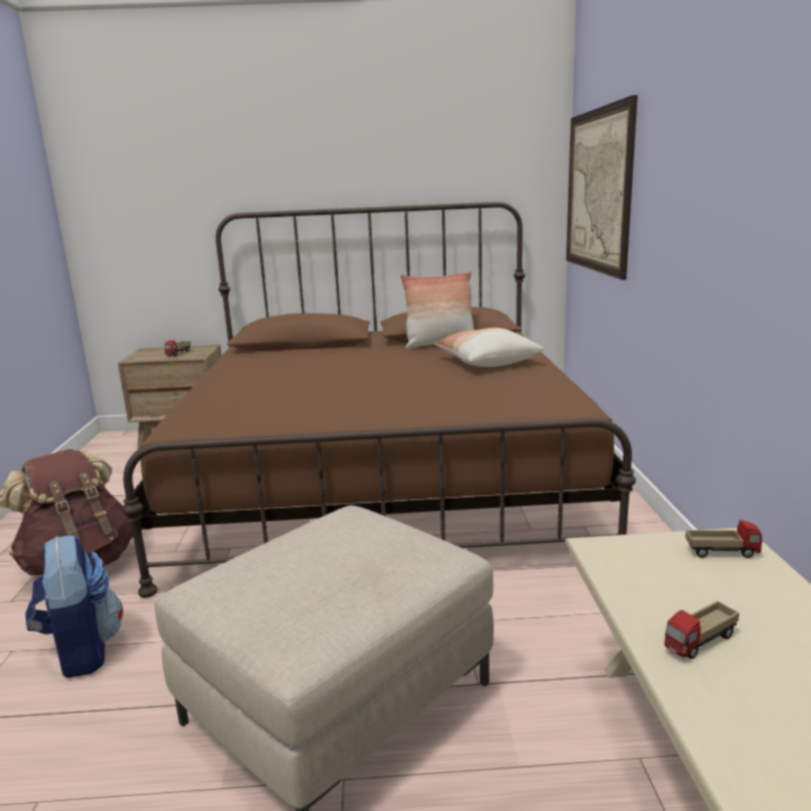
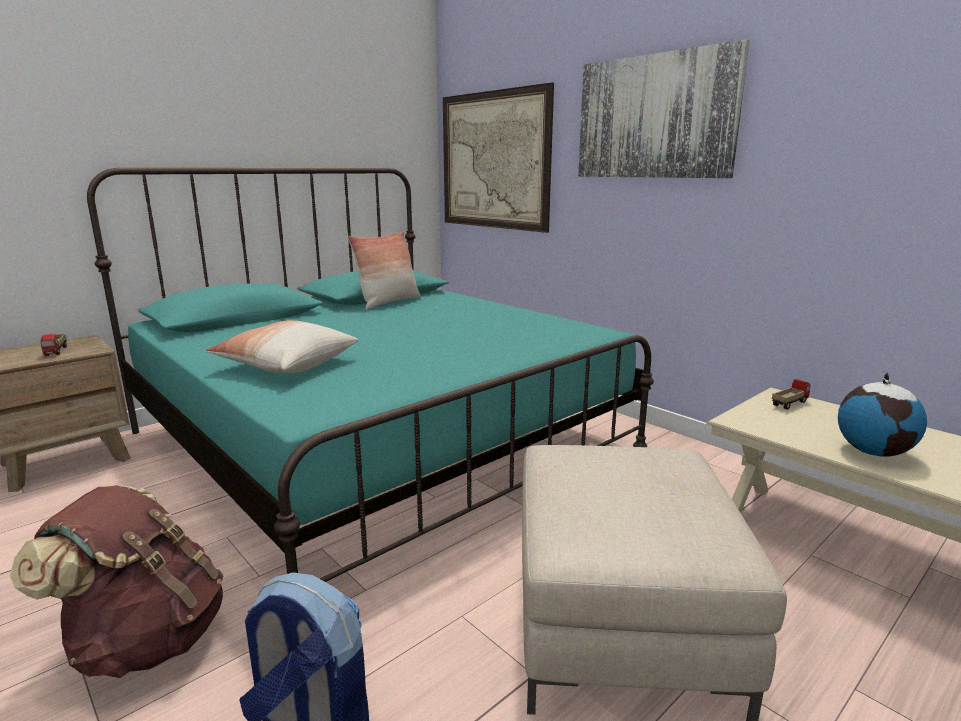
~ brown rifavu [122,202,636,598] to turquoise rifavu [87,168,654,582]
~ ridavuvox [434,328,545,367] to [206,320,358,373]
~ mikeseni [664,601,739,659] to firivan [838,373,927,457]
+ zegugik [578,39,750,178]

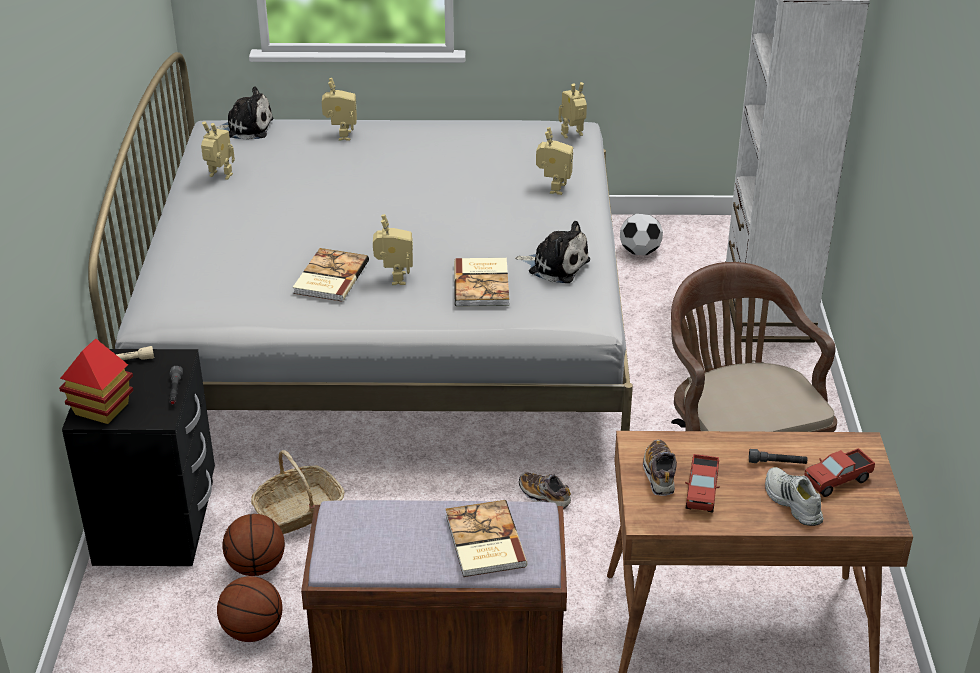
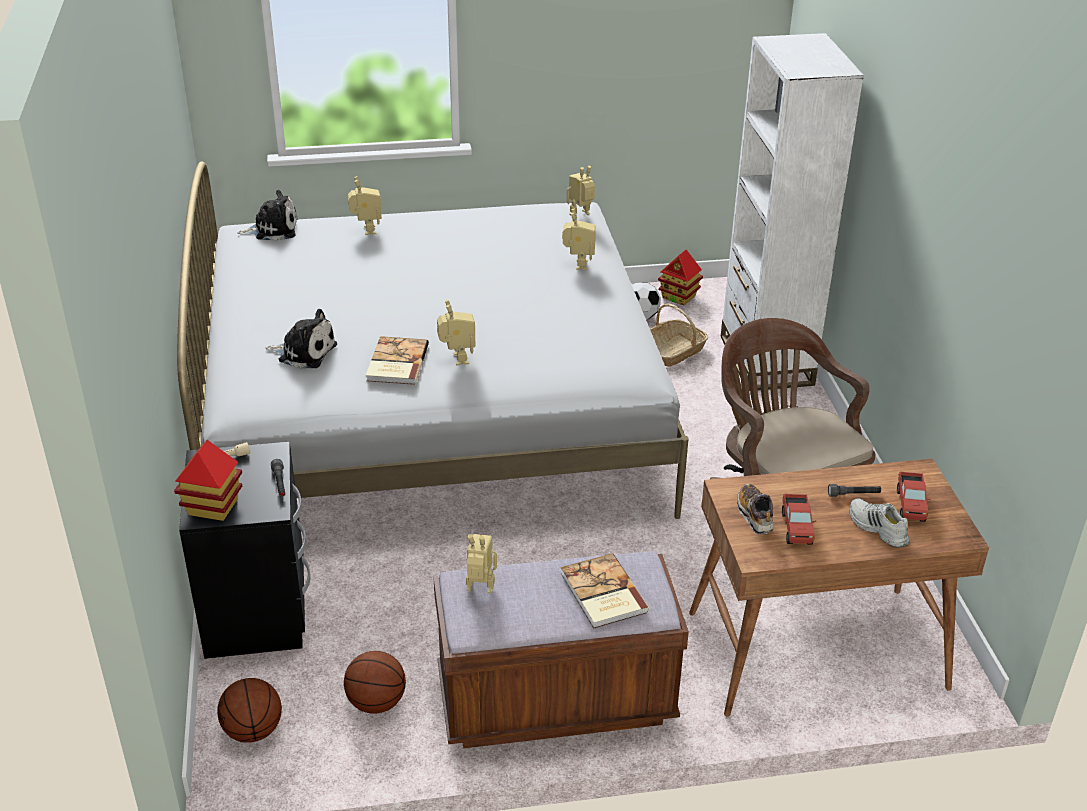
~ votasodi [201,122,235,180] to [466,534,497,593]
~ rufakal [222,514,285,576] to [217,678,282,743]
~ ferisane [251,450,344,534] to [650,303,708,367]
- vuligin [454,258,509,307]
~ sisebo [515,221,590,283] to [266,309,337,369]
- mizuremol [519,472,571,510]
~ mikeseni [804,448,875,497] = [897,472,931,522] 45 degrees counterclockwise
+ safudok [658,250,703,306]

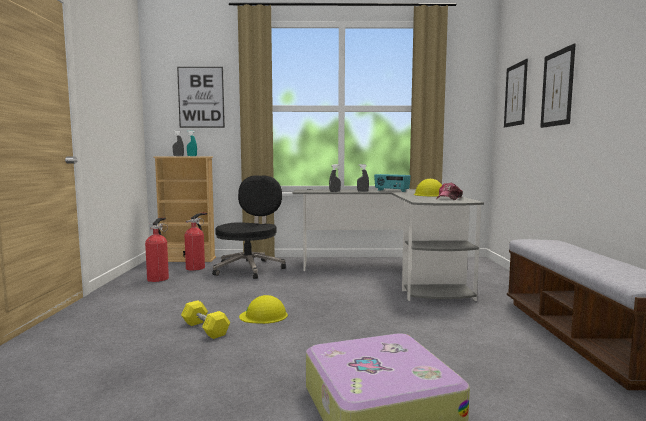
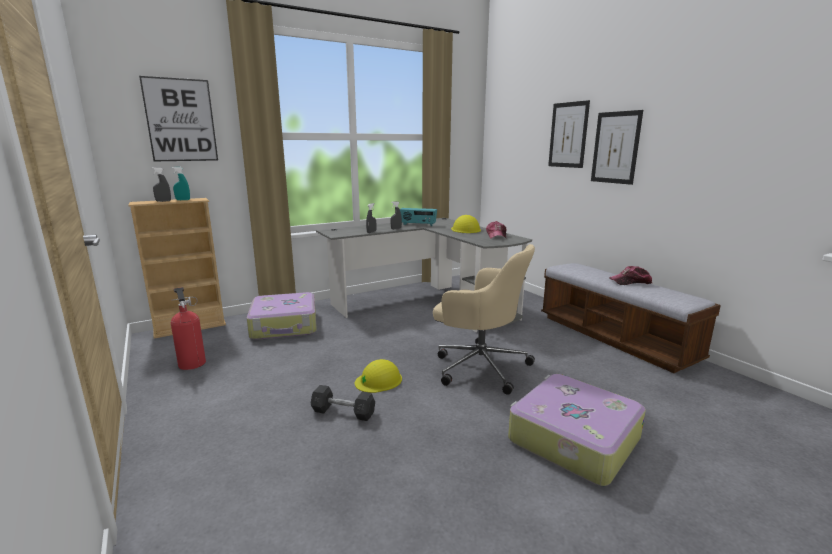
~ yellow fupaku [181,300,230,339] to grey fupaku [311,385,375,421]
- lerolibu [184,213,207,271]
~ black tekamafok [212,175,286,279] to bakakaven [247,292,317,340]
~ zegugik [504,59,528,127] to [591,110,643,185]
+ beige tekamafok [433,244,535,395]
+ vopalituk [609,266,652,285]

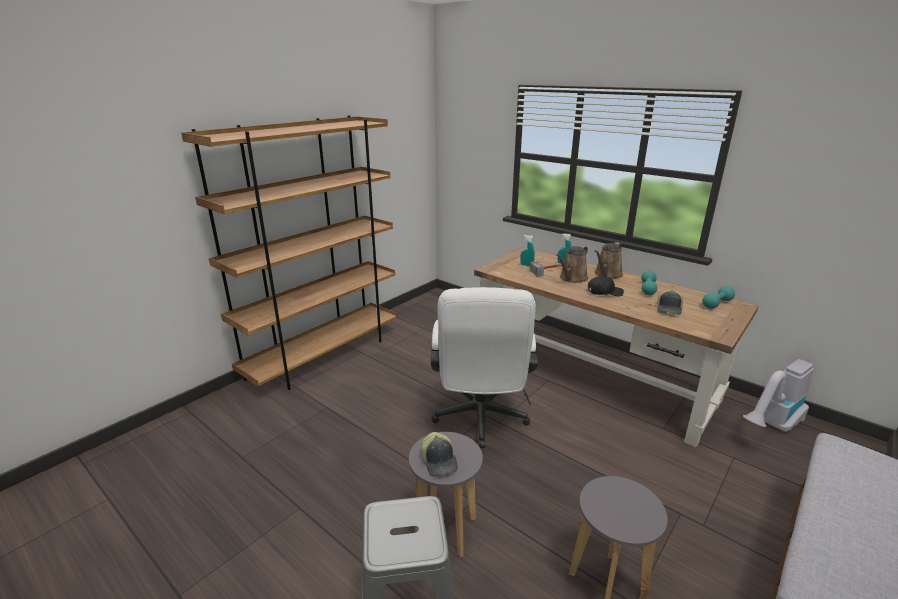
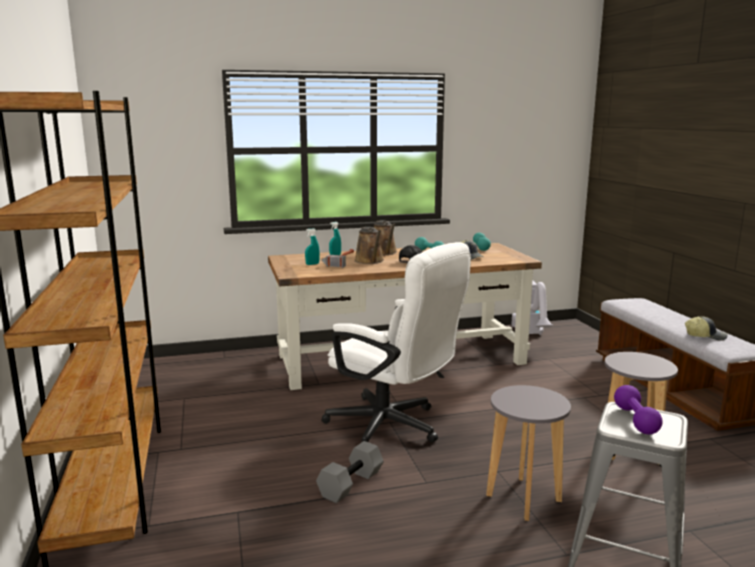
~ vopalituk [421,432,458,477] to [685,317,728,341]
+ grey fupaku [316,441,384,503]
+ purple fupaku [614,385,663,435]

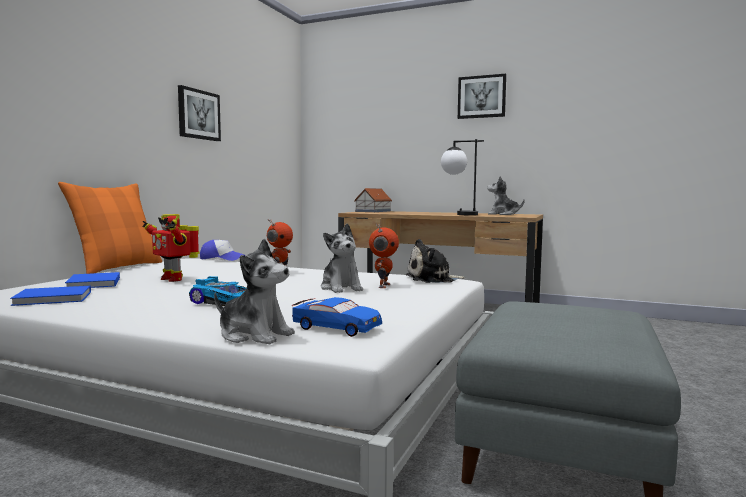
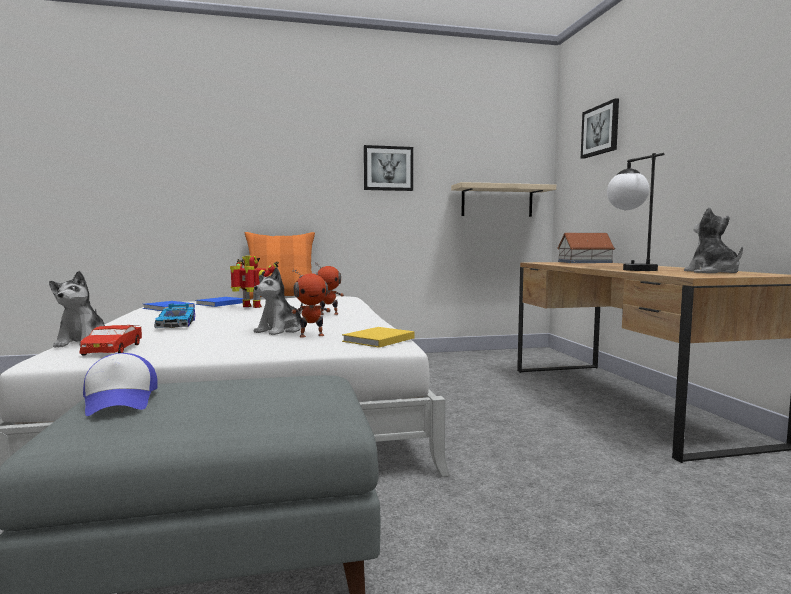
~ votasodi [142,214,200,282] = [230,256,279,308] 105 degrees clockwise
~ vopalituk [200,240,245,261] to [83,353,158,416]
~ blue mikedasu [292,297,382,337] to red mikedasu [80,325,142,356]
~ sisebo [406,239,465,283] to yellow vuligin [342,327,414,348]
~ zegugik [458,74,506,119] to [581,98,619,159]
+ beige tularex [451,182,556,217]

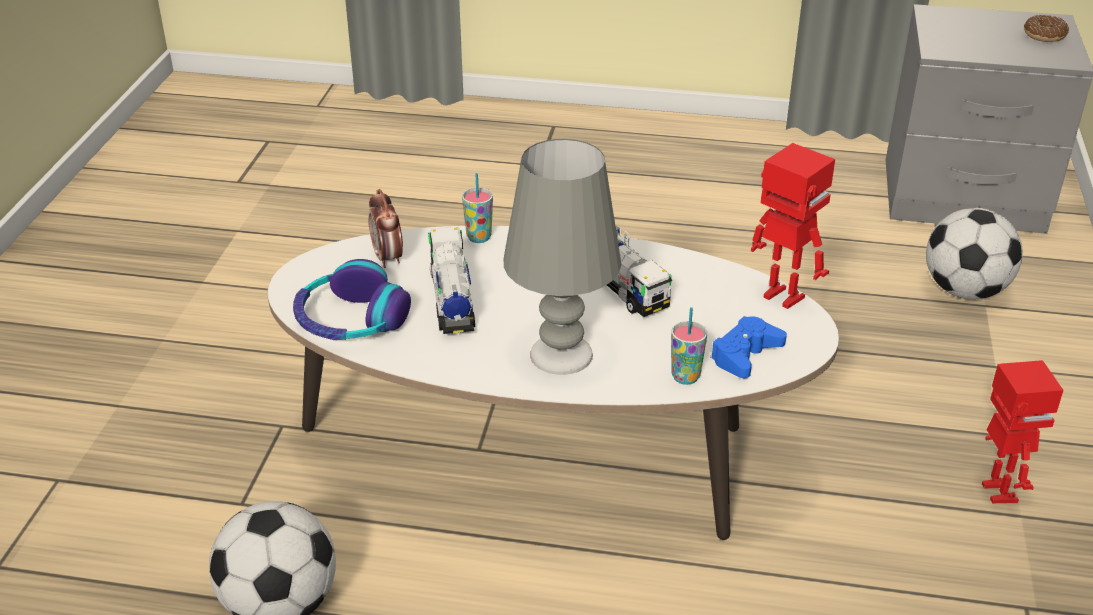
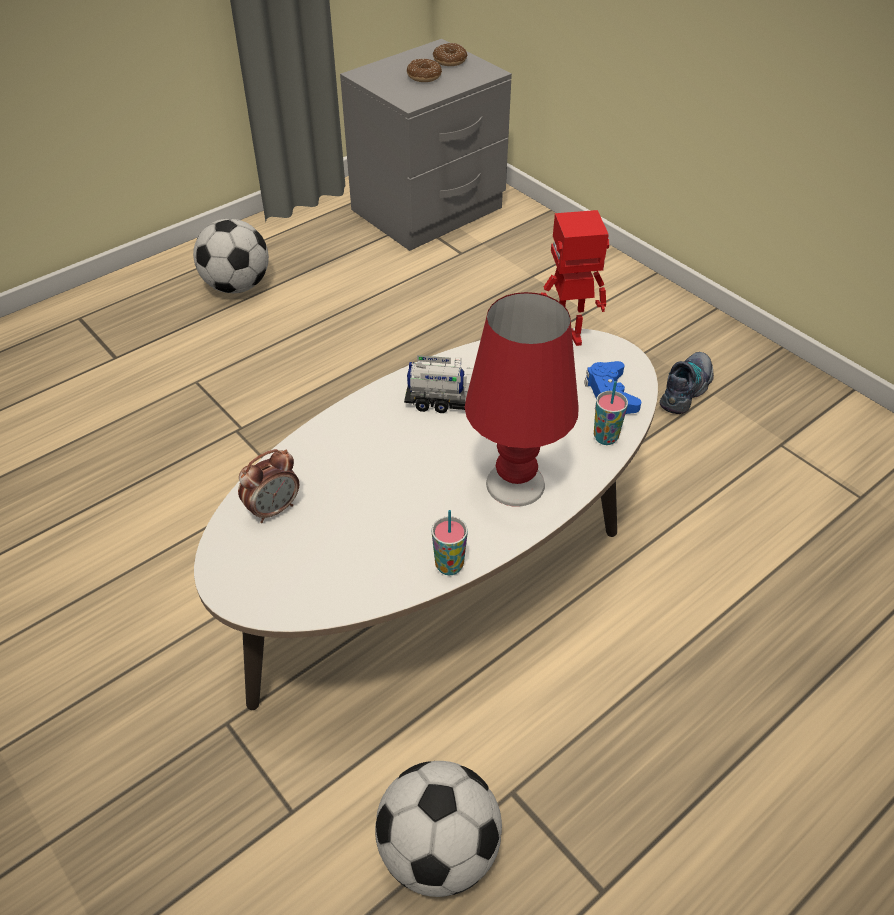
- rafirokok [293,259,411,340]
~ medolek [368,189,403,268] = [238,449,299,523] 60 degrees counterclockwise
- mikeseni [428,227,475,334]
~ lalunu [462,173,493,243] to [432,510,468,575]
~ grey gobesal [504,139,622,375] to red gobesal [465,292,579,507]
~ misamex [926,208,1023,300] to [193,219,269,293]
~ votasodi [982,360,1064,503] to mizuremol [660,352,714,414]
+ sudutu [407,59,442,82]

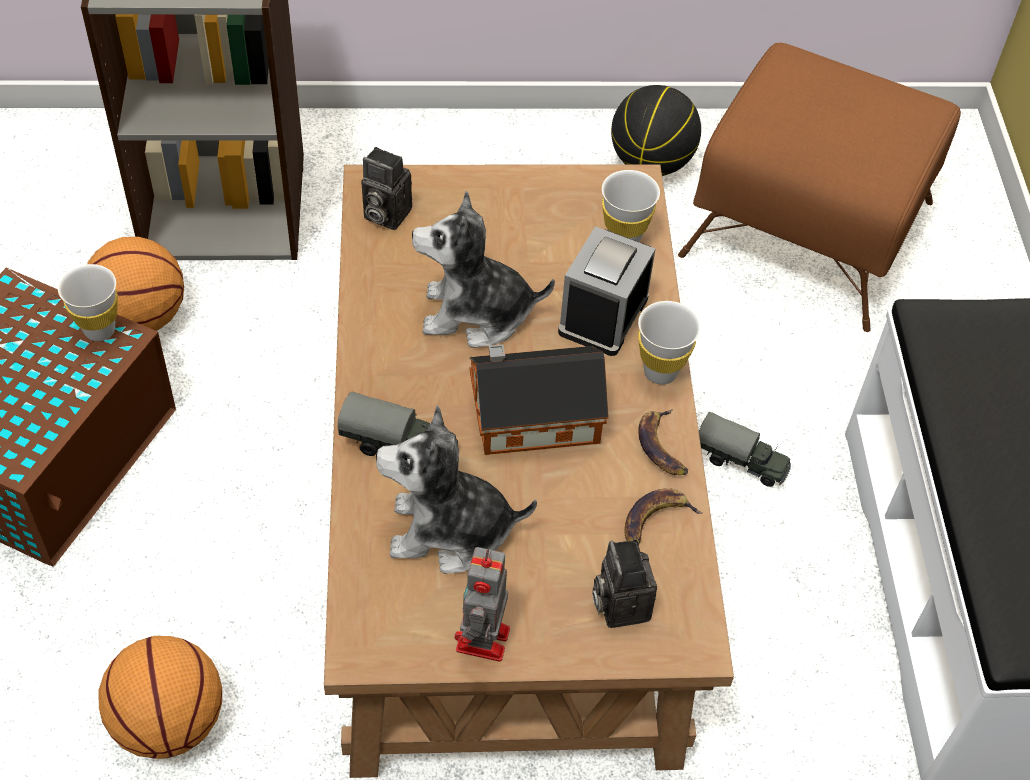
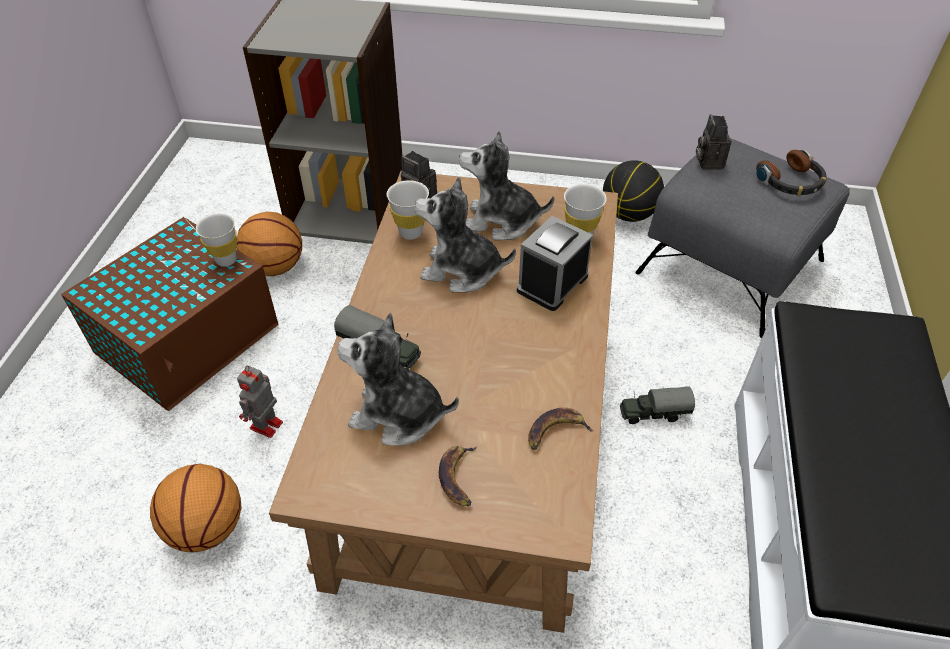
~ votasodi [455,547,510,662] to [237,366,283,438]
- safudok [469,344,609,455]
~ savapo [592,540,657,628] to [696,114,732,170]
~ white lalunu [638,301,701,385] to [387,180,429,240]
~ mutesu [638,409,688,475] to [439,446,477,506]
~ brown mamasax [678,42,961,332] to grey mamasax [635,138,850,338]
~ mikeseni [699,412,791,487] = [620,386,695,424] 135 degrees clockwise
+ sisebo [459,131,554,241]
+ rafirokok [756,150,827,196]

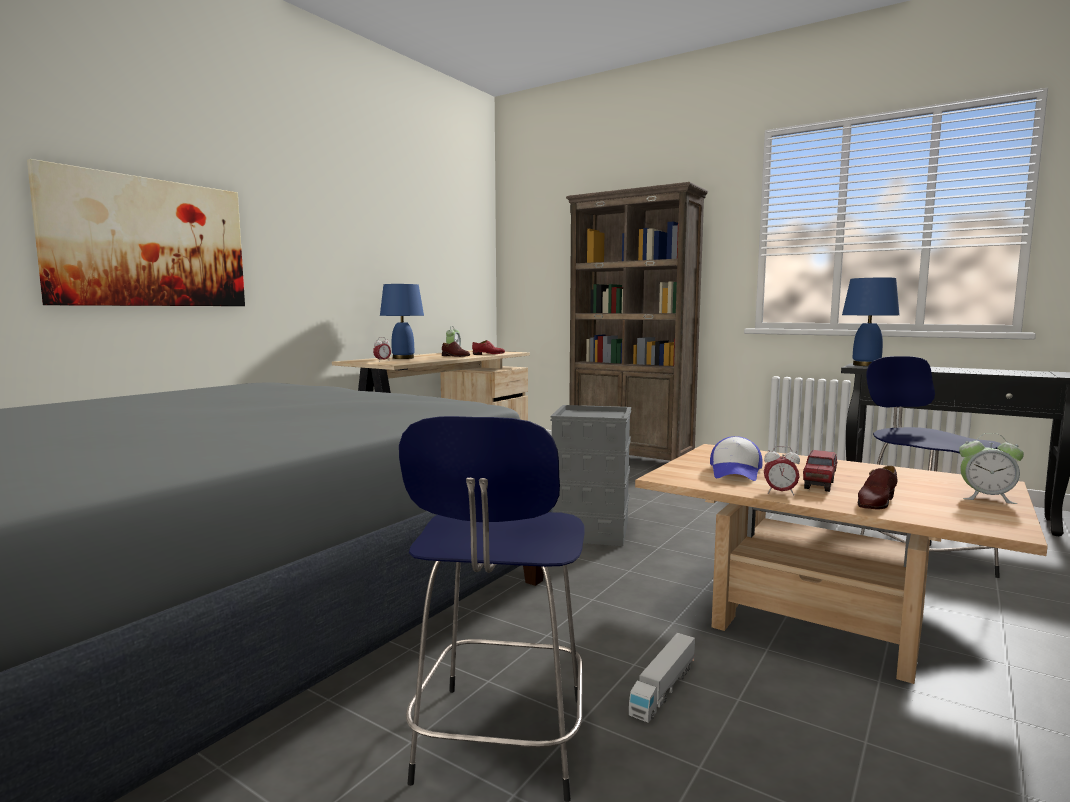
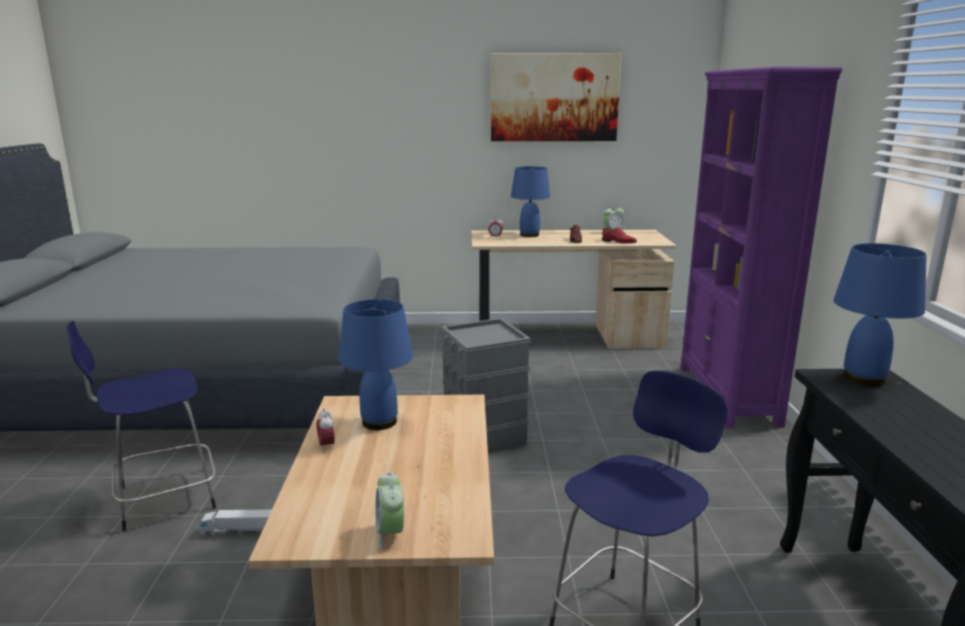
~ zegugik [27,159,245,306] to [491,53,622,141]
~ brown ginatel [566,182,708,461] to purple ginatel [680,67,842,428]
~ vopalituk [710,436,763,481] to blue gobesal [339,299,413,430]
- mikeseni [803,450,837,492]
- brown mizuremol [858,466,898,510]

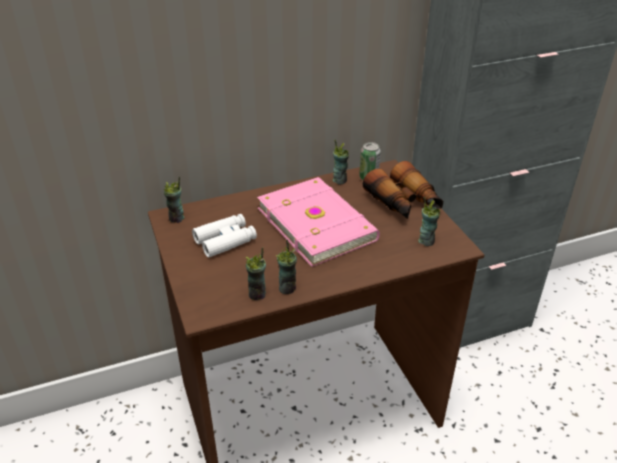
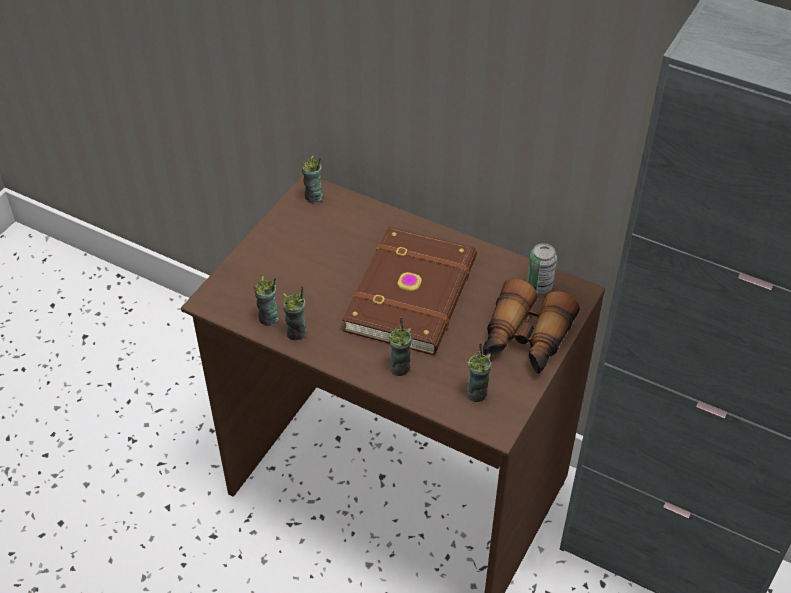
- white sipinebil [192,214,257,258]
~ pink vuligin [257,177,380,267] to brown vuligin [342,226,477,355]
~ lalunu [332,139,349,184] to [388,317,412,376]

